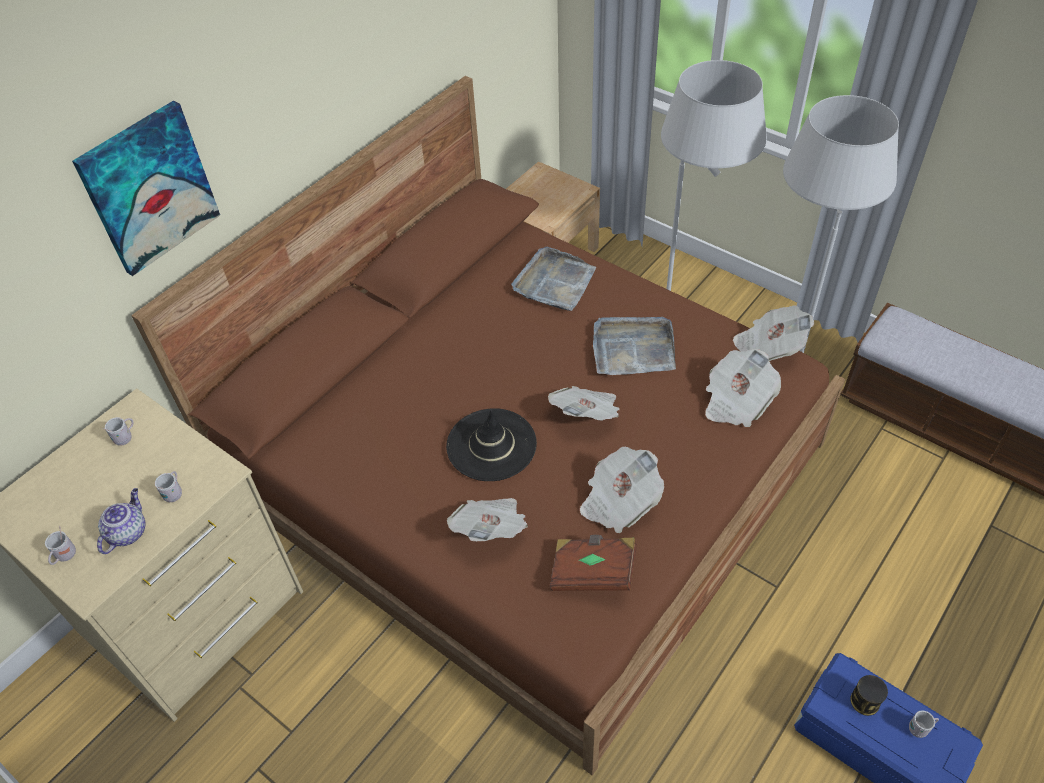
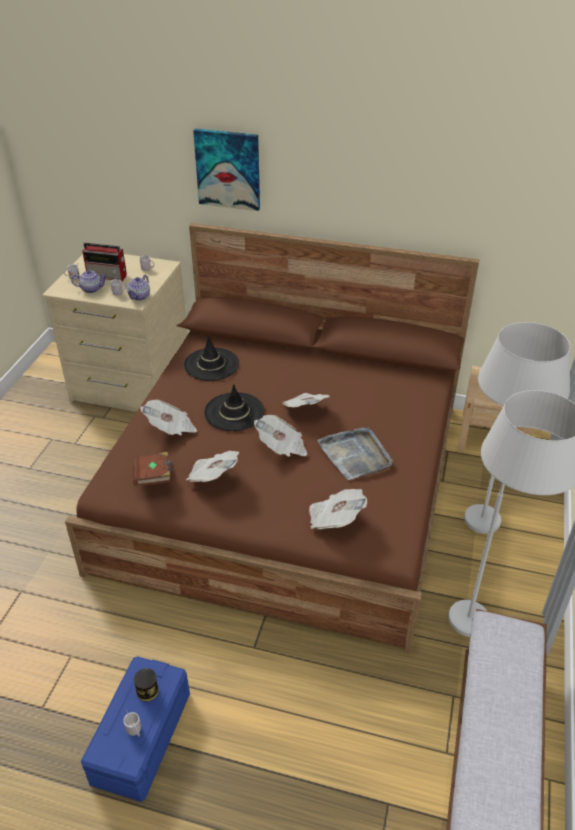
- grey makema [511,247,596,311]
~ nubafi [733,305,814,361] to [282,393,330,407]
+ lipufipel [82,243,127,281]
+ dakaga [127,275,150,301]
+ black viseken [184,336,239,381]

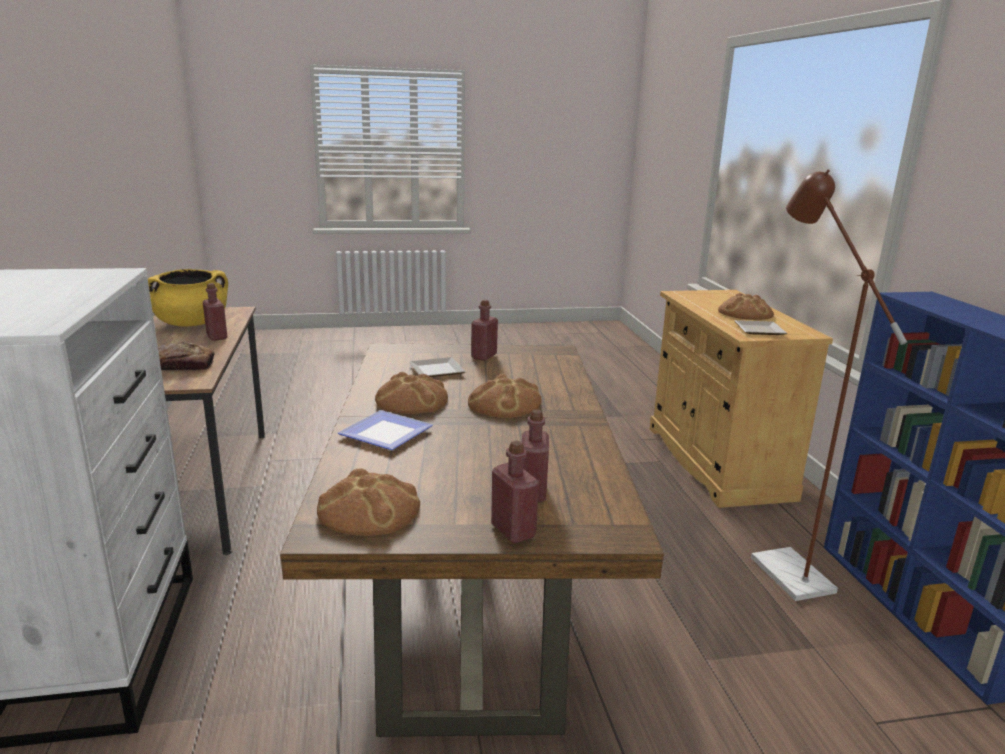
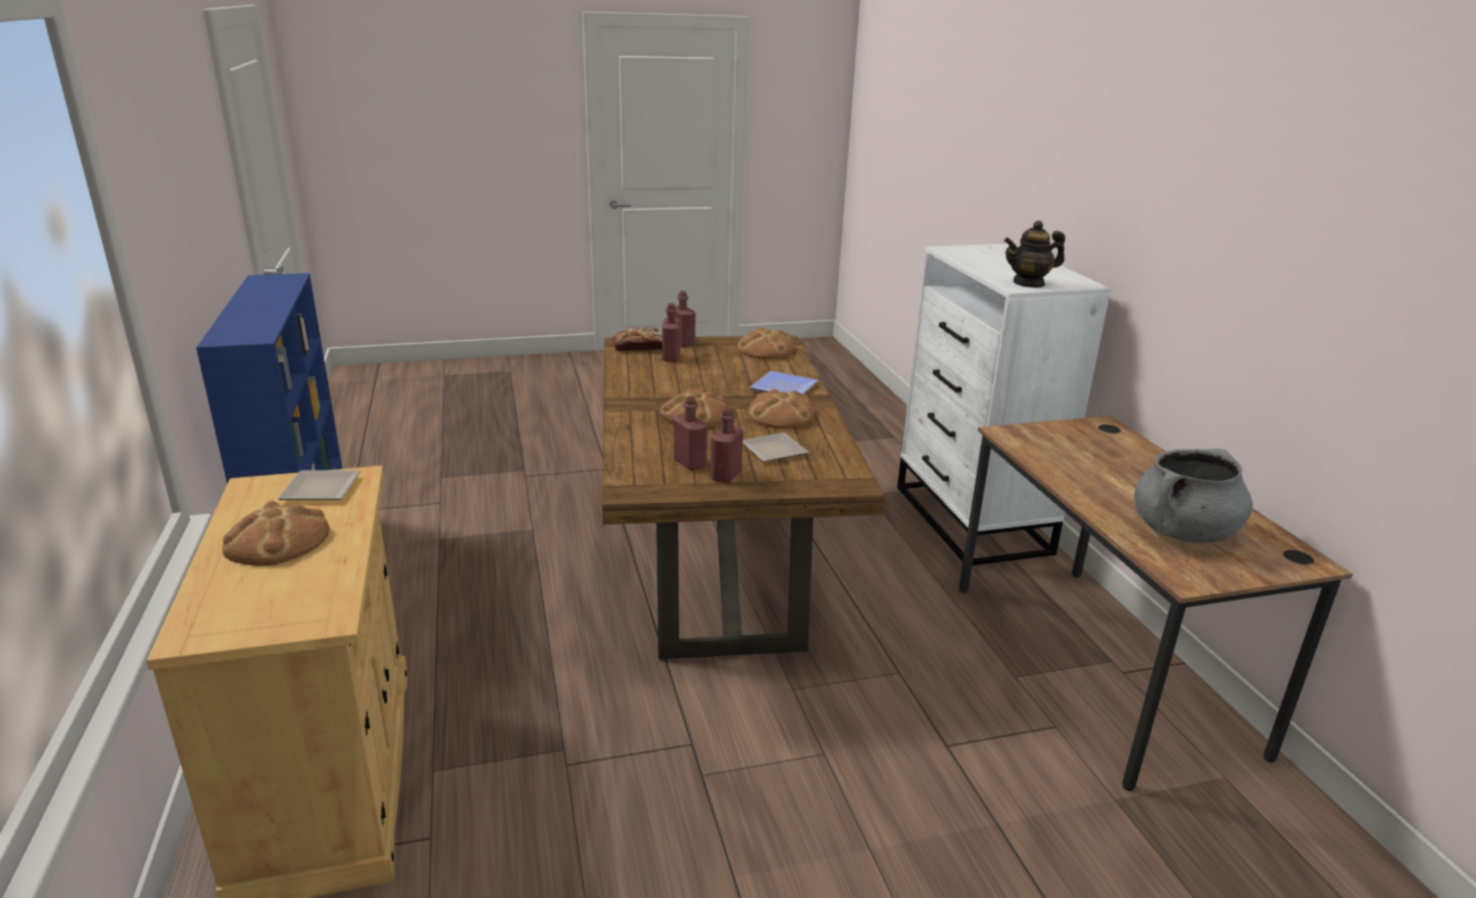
~ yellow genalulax [148,269,228,327] to grey genalulax [1134,448,1253,543]
~ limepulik [158,342,214,371] to [613,326,662,351]
~ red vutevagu [203,283,227,341] to [674,396,708,470]
- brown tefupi [751,169,907,601]
+ dakaga [1004,220,1065,288]

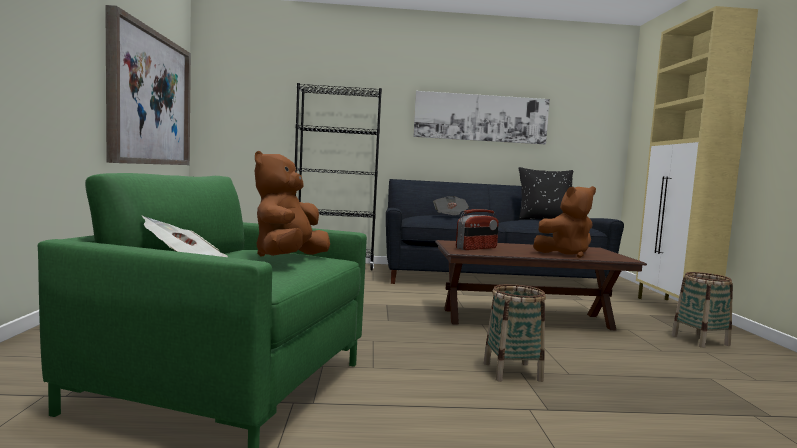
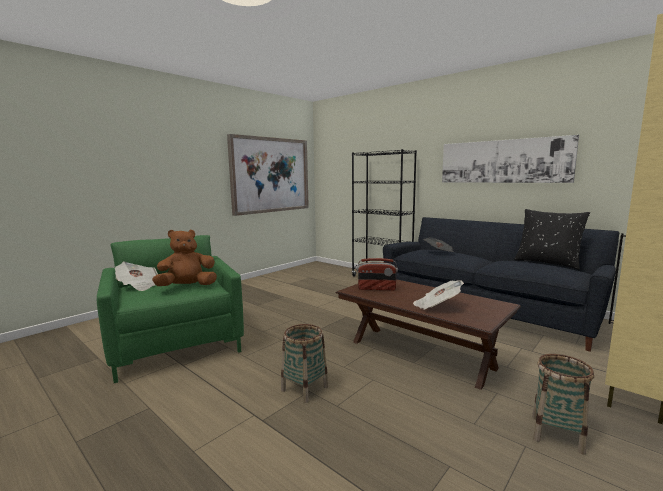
~ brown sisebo [534,186,596,258] to nubafi [413,280,464,310]

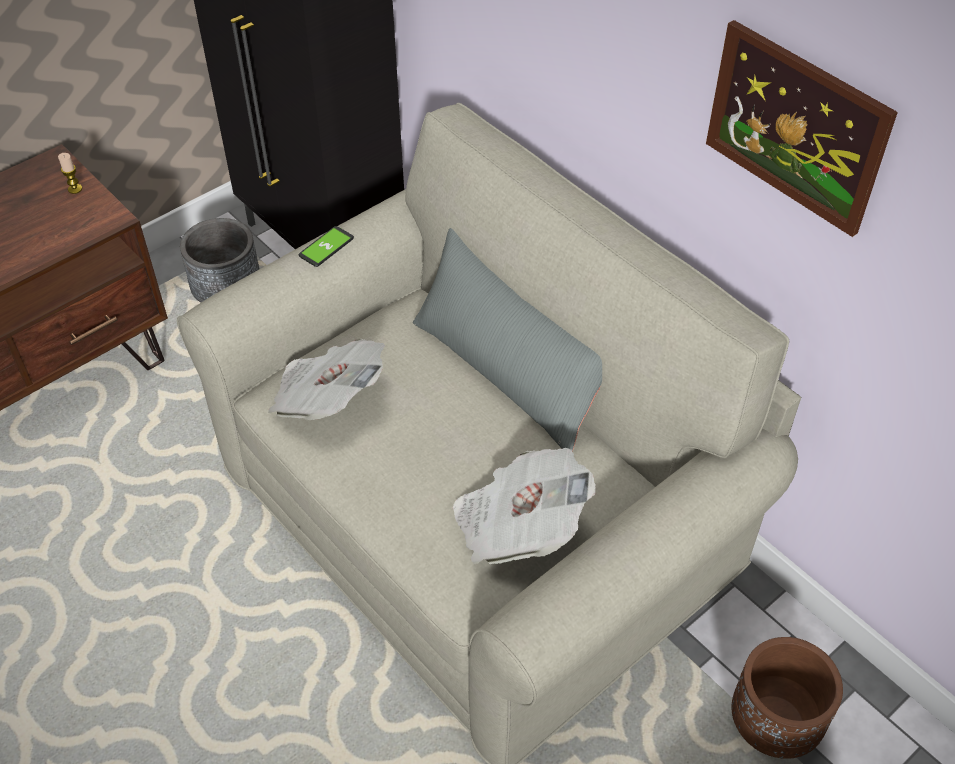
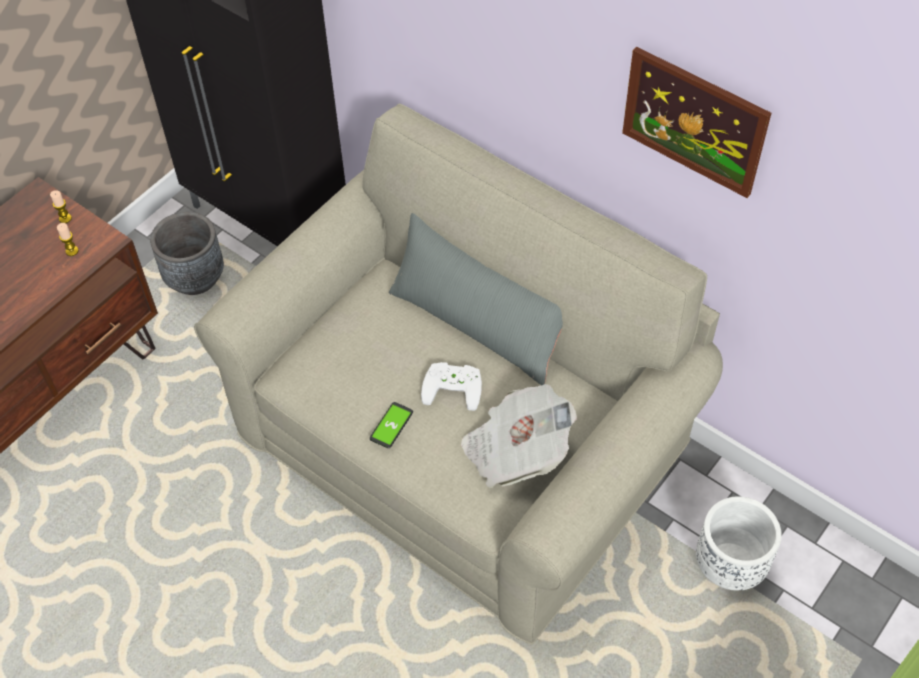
- nubafi [268,339,385,420]
~ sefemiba [299,226,354,267] to [370,402,413,448]
~ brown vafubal [732,637,843,759] to white vafubal [696,496,782,591]
+ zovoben [57,223,79,256]
+ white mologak [421,362,482,411]

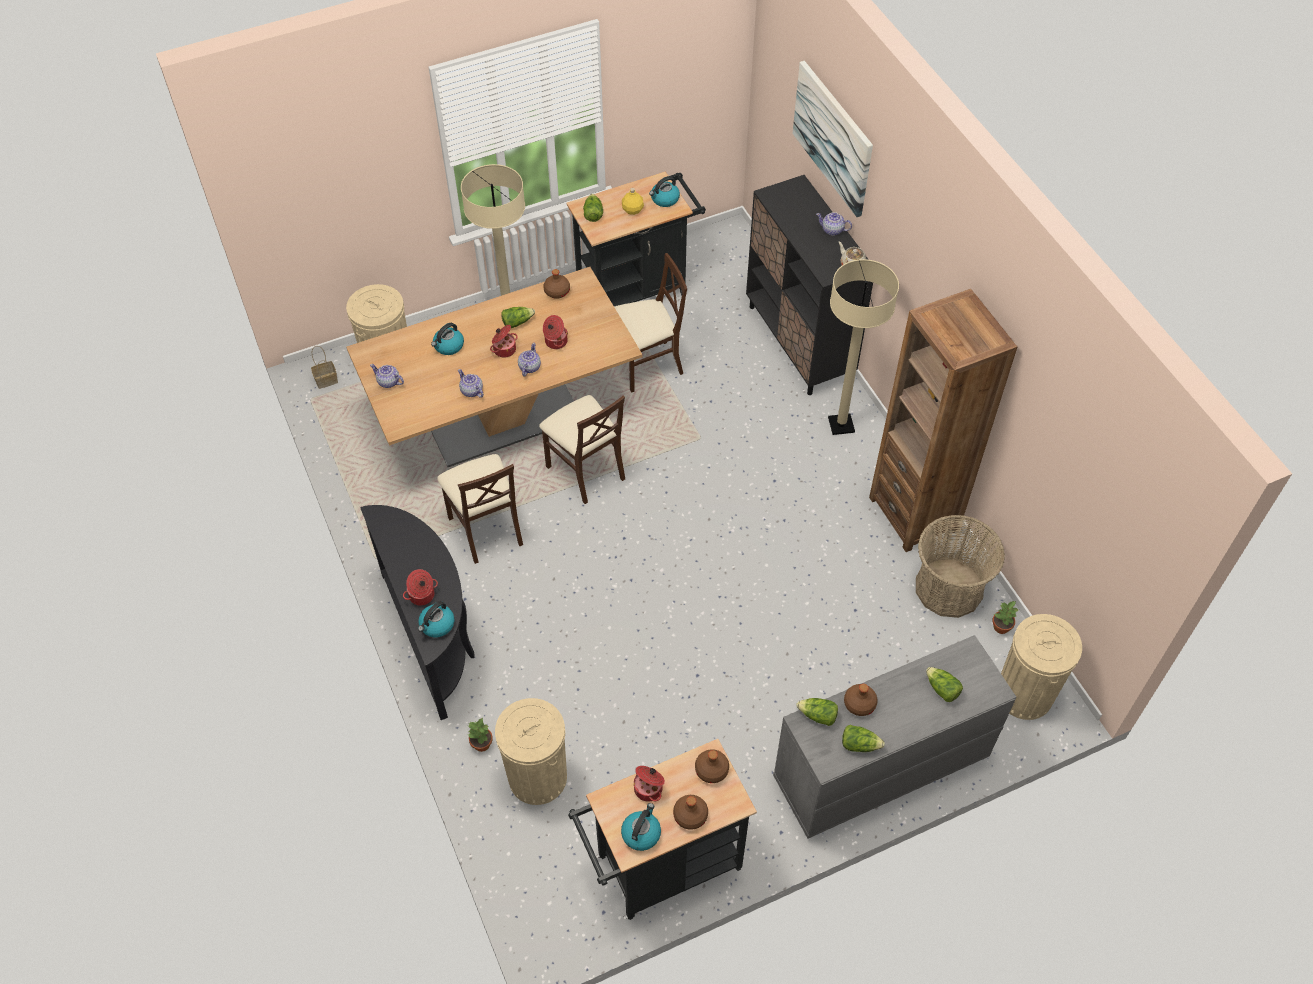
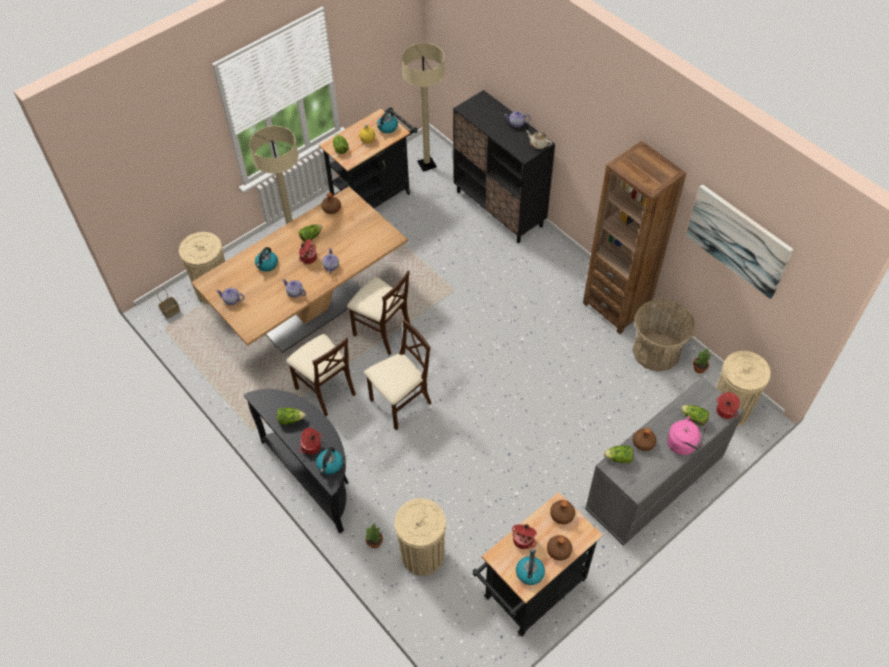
~ genalulax [543,315,568,349] to [716,392,740,419]
~ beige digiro [614,253,687,393] to [364,319,431,430]
~ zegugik [793,61,873,217] to [686,184,793,299]
~ beige tefupi [828,259,899,435] to [402,43,445,172]
~ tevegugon [842,725,885,752] to [277,408,306,425]
+ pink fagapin [667,415,706,455]

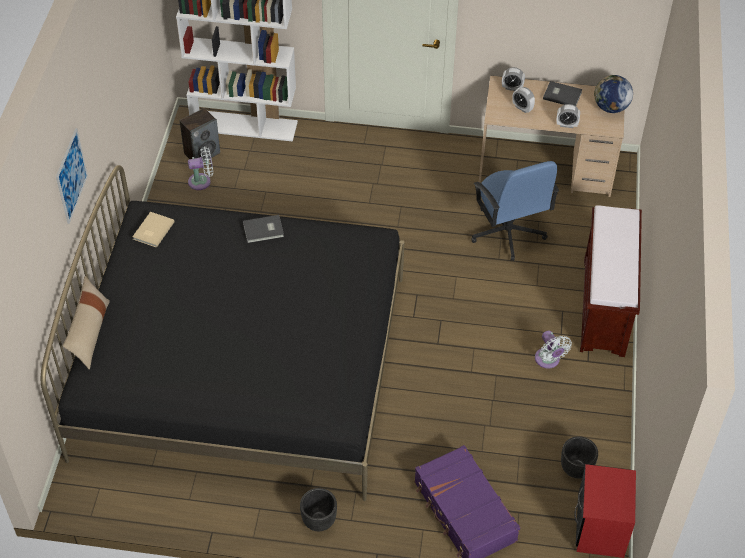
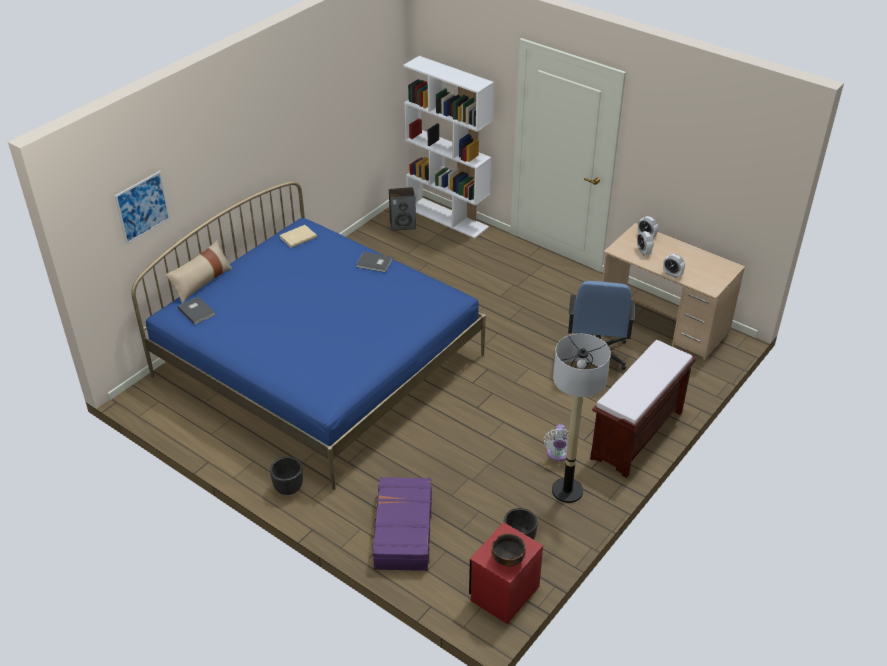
~ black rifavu [41,165,404,501] to blue rifavu [131,181,486,490]
~ zegugik [56,128,88,224] to [115,171,170,245]
- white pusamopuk [188,147,213,190]
~ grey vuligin [543,81,582,106] to [178,297,215,325]
- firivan [594,75,633,113]
+ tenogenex [491,533,526,566]
+ tefupi [552,334,611,503]

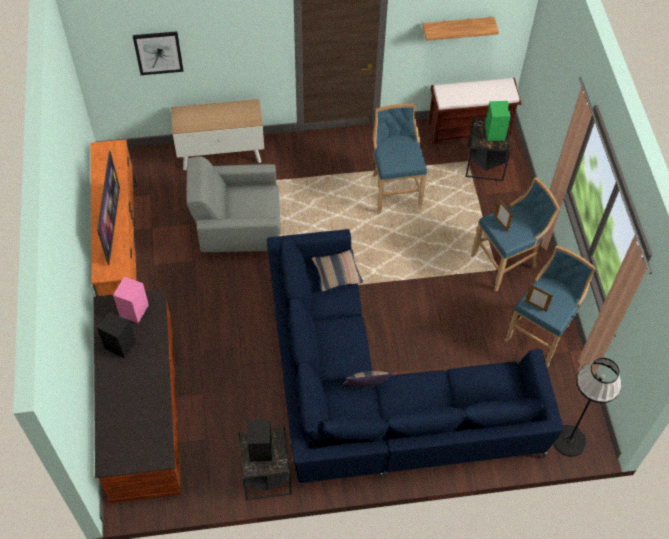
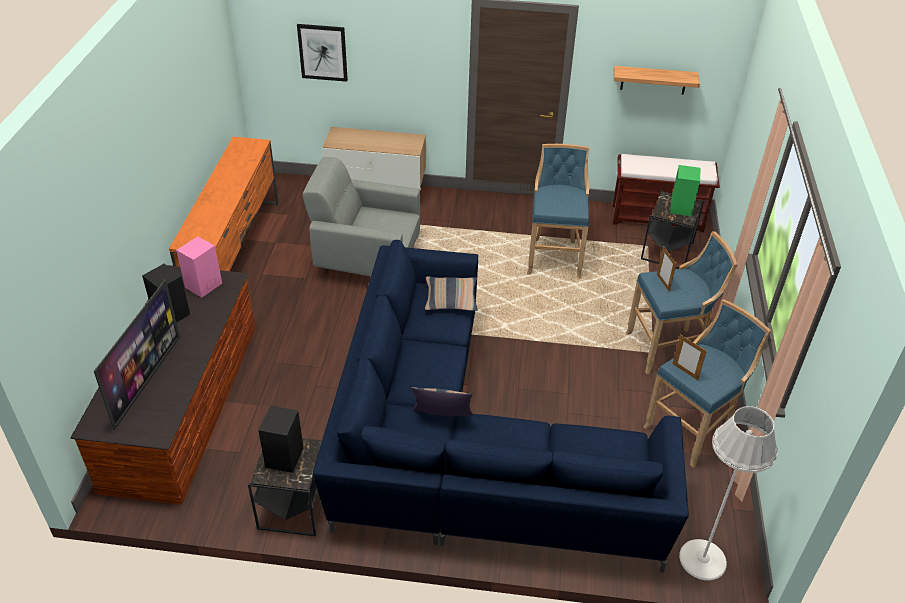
~ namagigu [97,151,120,265] to [94,279,180,430]
~ black tefupi [553,358,622,457] to white tefupi [679,406,777,581]

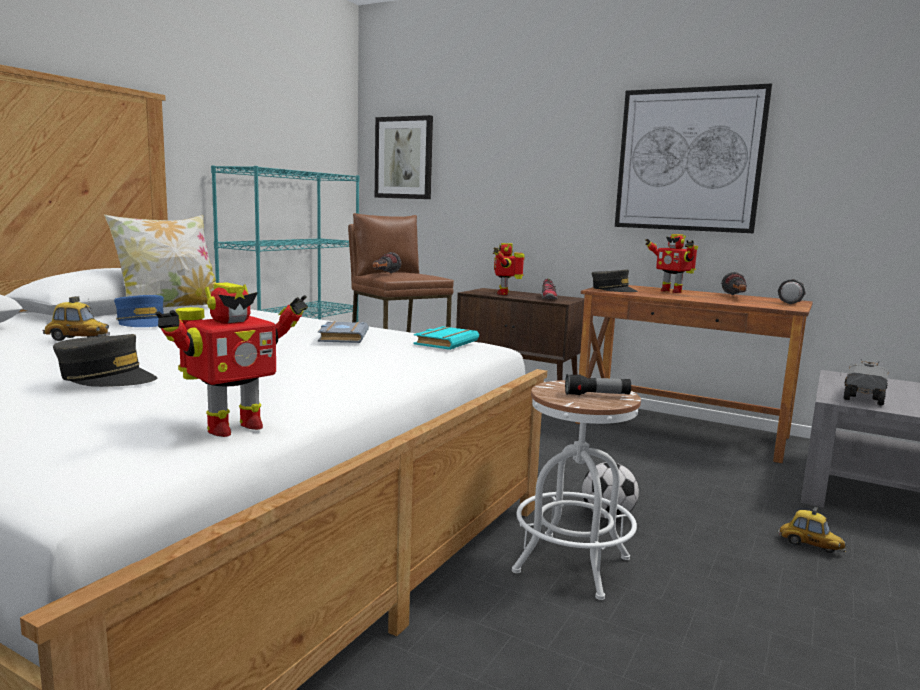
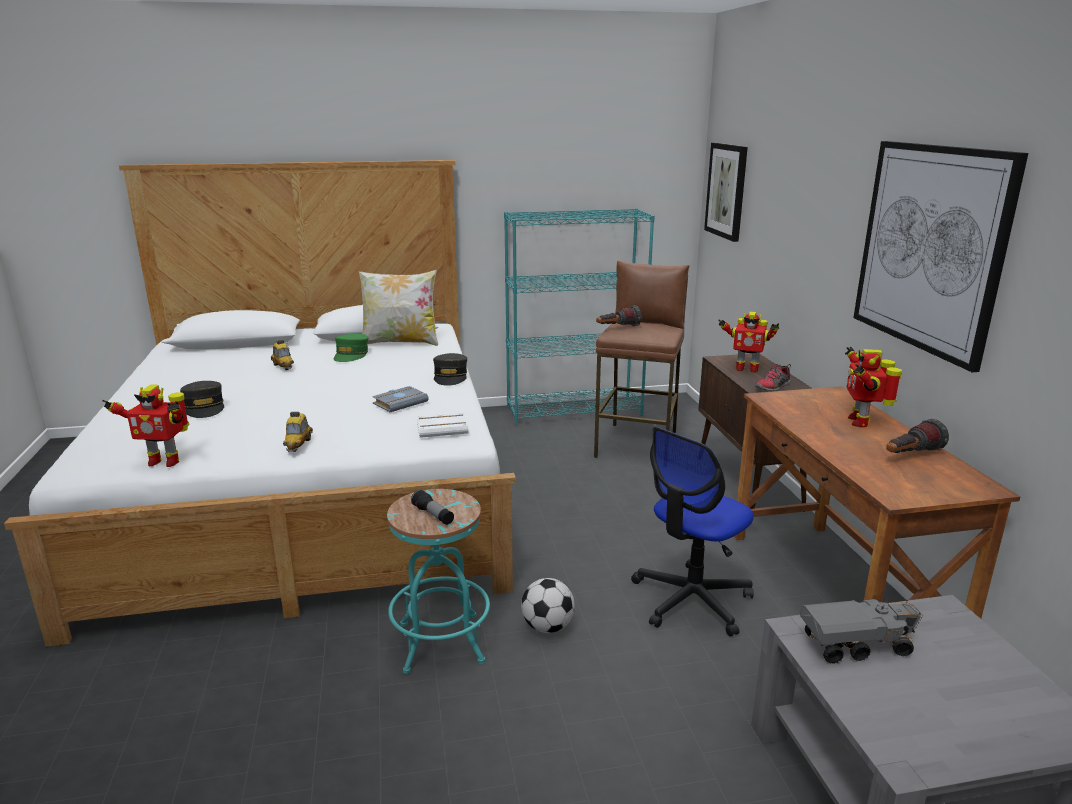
~ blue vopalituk [114,295,164,327] to green vopalituk [334,334,368,362]
~ turquoise vuligin [414,326,479,350] to white vuligin [417,413,469,438]
~ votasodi [493,243,525,295] = [718,311,779,373] 120 degrees counterclockwise
~ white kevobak [512,380,641,600] to turquoise kevobak [387,489,490,673]
~ grey vopalituk [592,270,638,292] to [433,353,467,386]
- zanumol [778,279,806,304]
~ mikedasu [778,507,846,553] to [283,412,313,452]
+ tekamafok [631,427,754,637]

